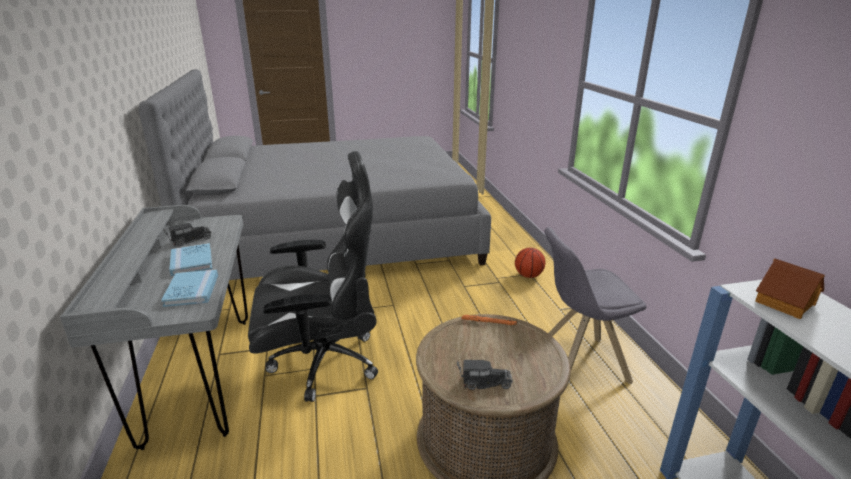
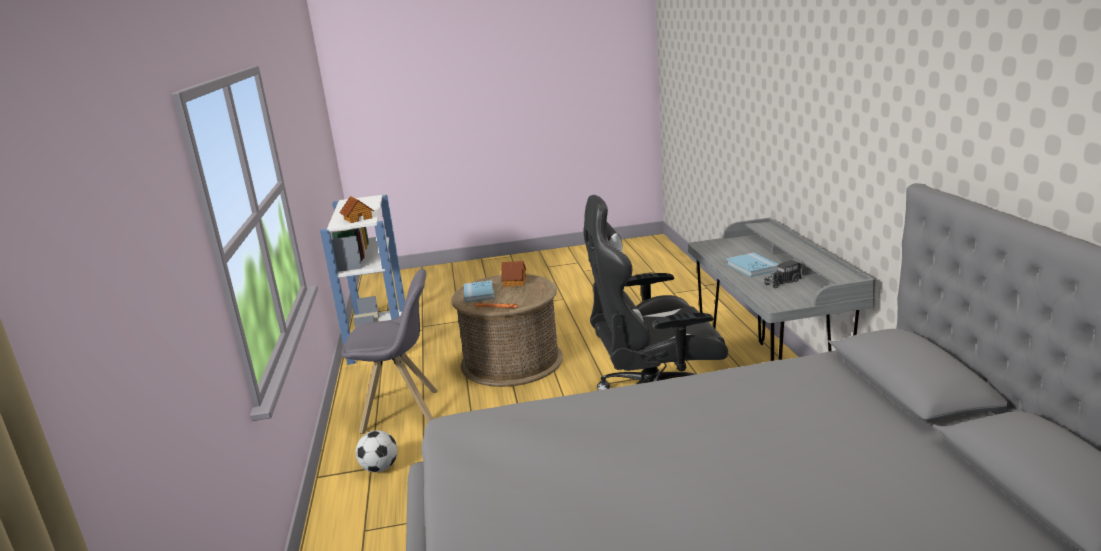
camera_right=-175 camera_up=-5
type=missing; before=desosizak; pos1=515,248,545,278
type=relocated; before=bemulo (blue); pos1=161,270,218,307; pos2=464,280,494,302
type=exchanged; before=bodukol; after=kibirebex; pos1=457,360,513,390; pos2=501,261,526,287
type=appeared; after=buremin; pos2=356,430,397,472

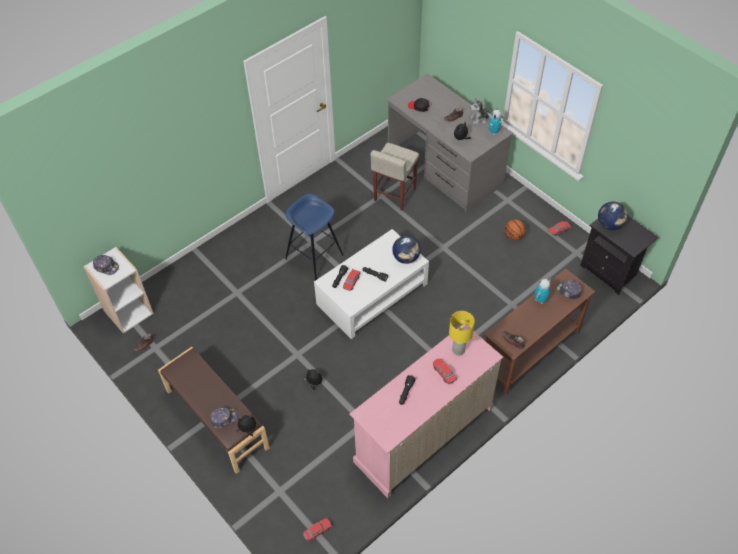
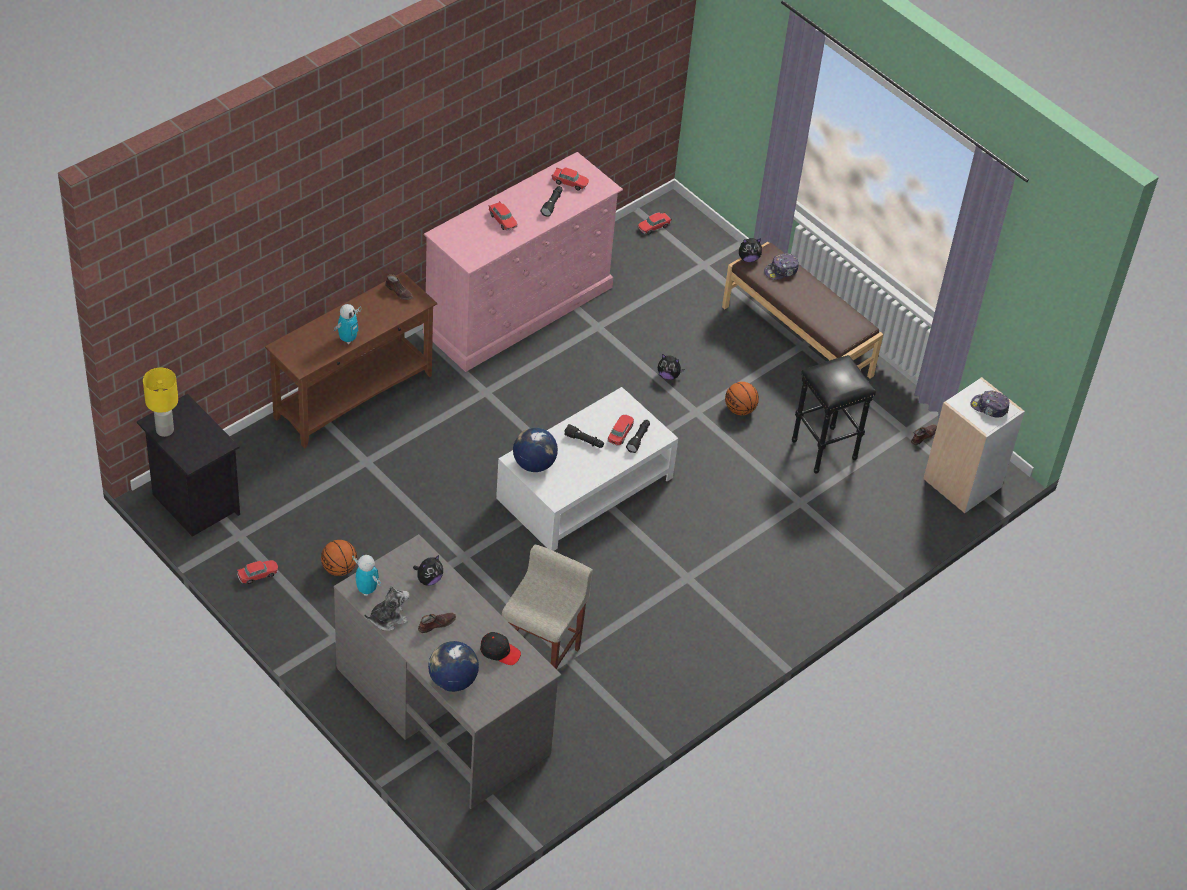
camera_right=175 camera_up=-5
type=missing; before=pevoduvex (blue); pos1=285,194,344,281
type=relocated; before=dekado; pos1=598,202,628,230; pos2=428,641,479,692
type=missing; before=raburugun; pos1=556,280,582,299
type=relocated; before=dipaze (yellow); pos1=449,311,475,356; pos2=143,368,178,437
type=appeared; after=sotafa; pos2=552,167,589,191
type=appeared; after=pevoduvex (black); pos2=792,355,876,474
type=appeared; after=desosizak; pos2=725,382,759,415

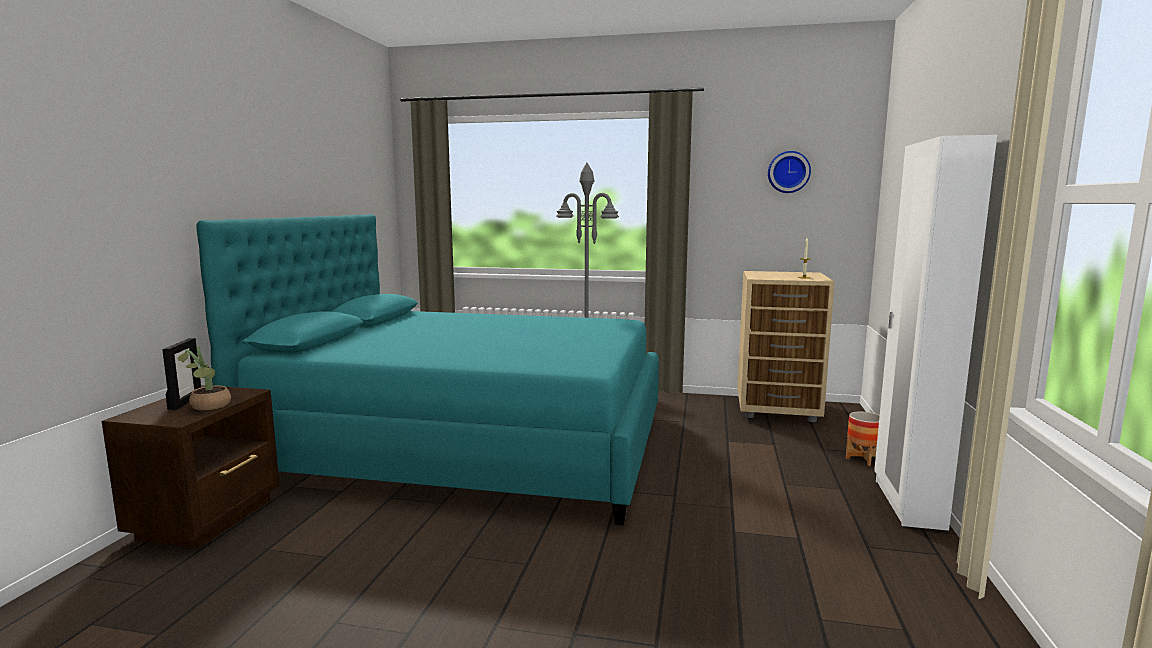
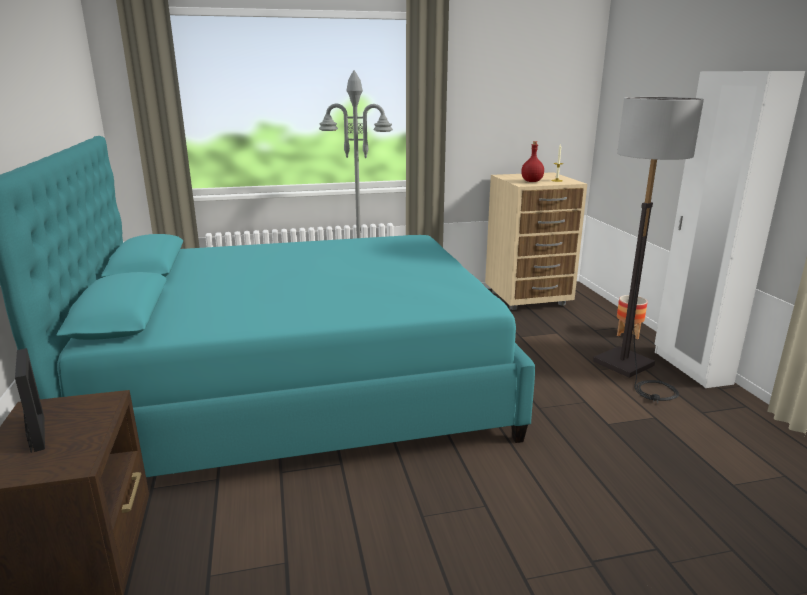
camera_right=-25 camera_up=10
type=missing; before=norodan; pos1=768,151,811,193
type=missing; before=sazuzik; pos1=178,346,231,410
type=appeared; after=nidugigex; pos2=593,97,704,403
type=appeared; after=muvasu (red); pos2=521,141,544,182

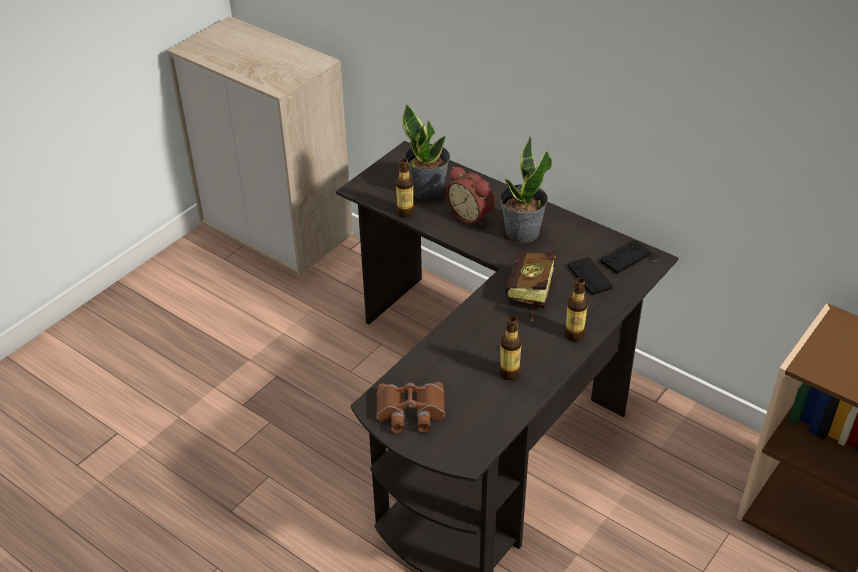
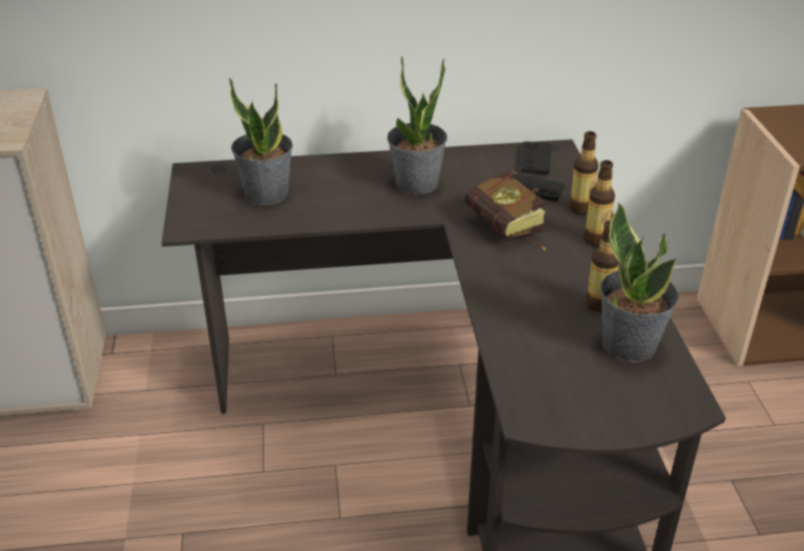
camera_right=-45 camera_up=-5
type=relocated; before=muvasu; pos1=396,159,414,218; pos2=569,131,599,215
type=missing; before=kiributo; pos1=445,166,495,226
type=missing; before=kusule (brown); pos1=376,382,445,433
type=appeared; after=sazuzik; pos2=600,202,679,362

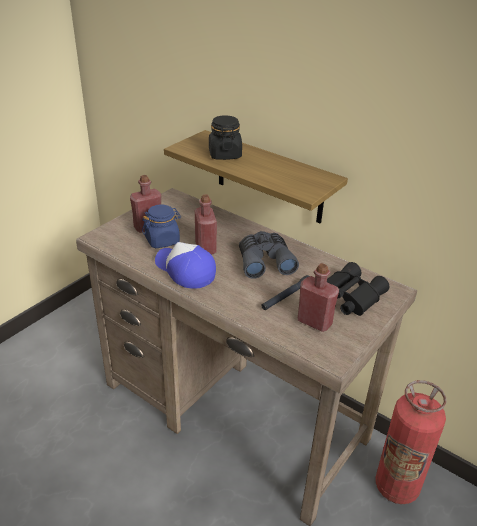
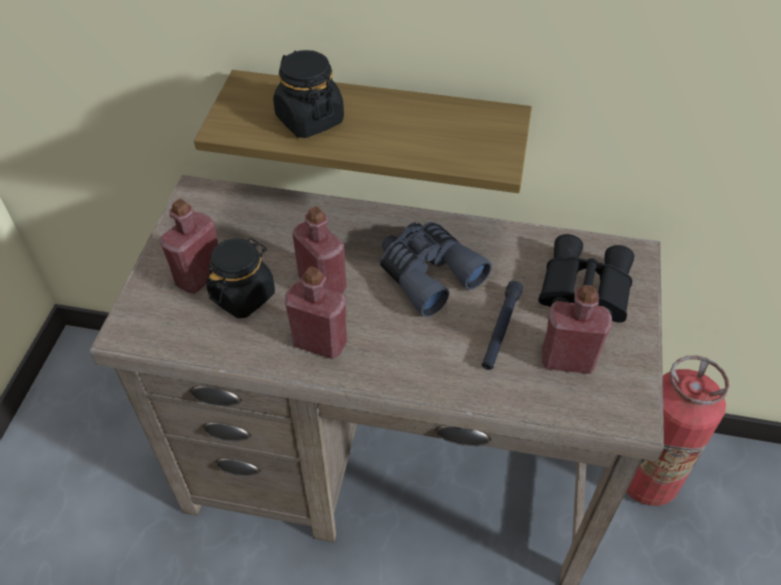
camera_right=-25 camera_up=15
type=colour; before=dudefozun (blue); after=dudefozun (black); pos1=142,205,181,248; pos2=207,238,275,318
type=exchanged; before=raburugun; after=muvasu (red); pos1=155,242,216,289; pos2=285,267,347,359

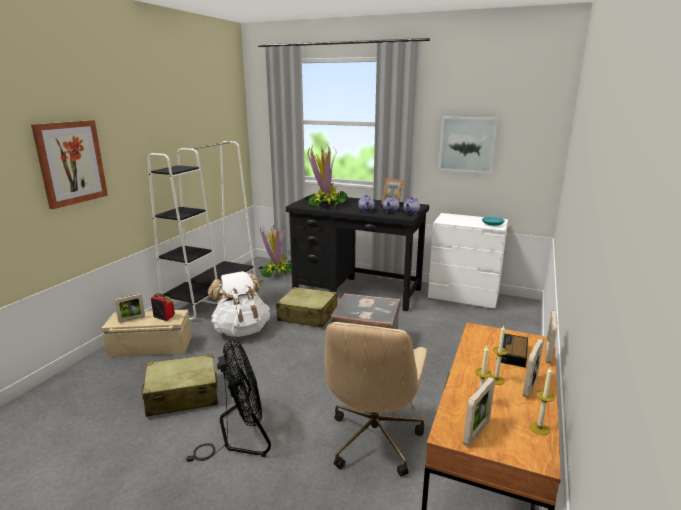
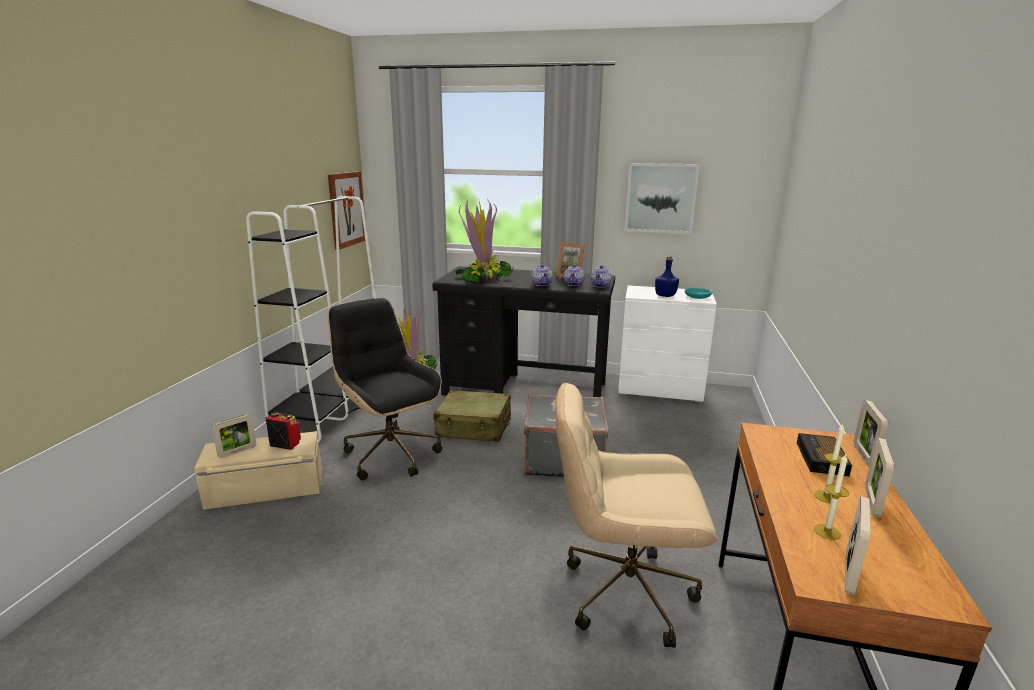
camera_right=-10 camera_up=0
type=relocated; before=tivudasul; pos1=31,120,108,209; pos2=328,172,365,250
type=exchanged; before=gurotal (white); after=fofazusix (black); pos1=208,271,270,337; pos2=328,298,442,480
type=spun; before=fofazusix (beige); pos1=325,322,427,477; pos2=555,382,718,648; turn=90
type=missing; before=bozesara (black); pos1=185,340,271,462
type=missing; before=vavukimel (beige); pos1=141,354,218,417
type=missing; before=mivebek; pos1=529,367,554,435
type=appeared; after=muvasu (blue); pos2=655,256,679,297

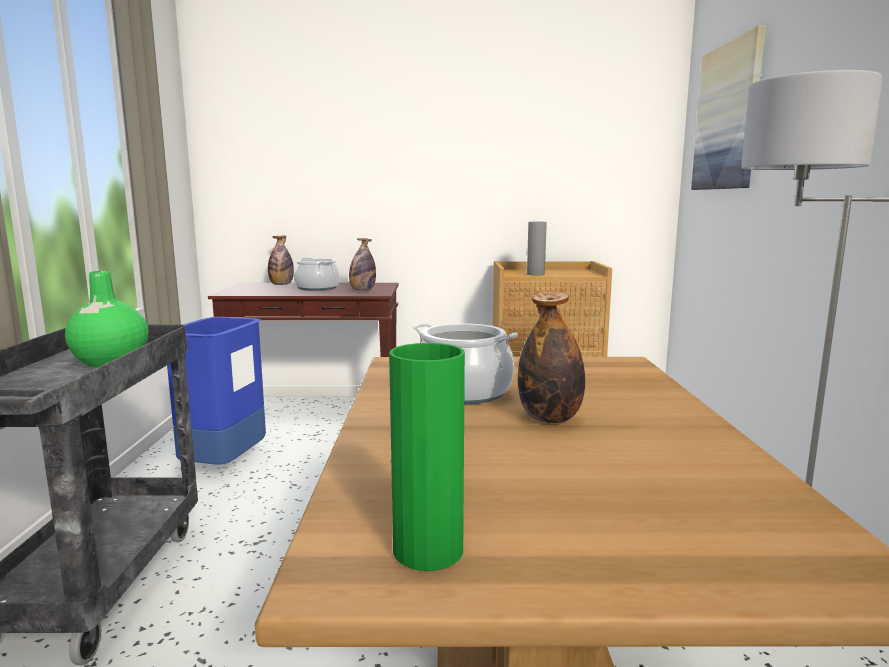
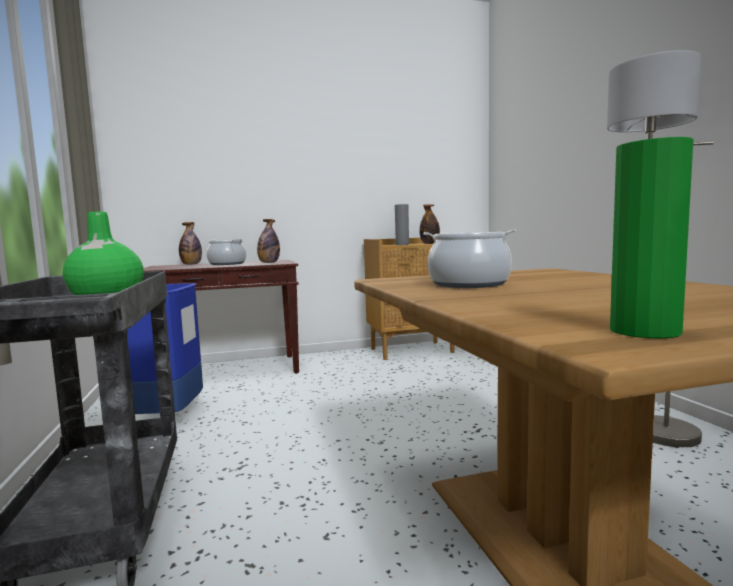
camera_right=-15 camera_up=-5
type=missing; before=tivudasul; pos1=691,25,766,190
type=relocated; before=muvasu; pos1=518,290,585,423; pos2=420,204,440,244

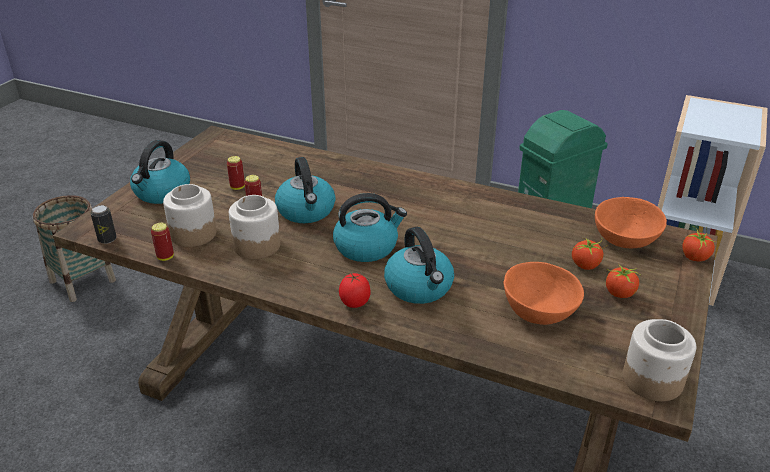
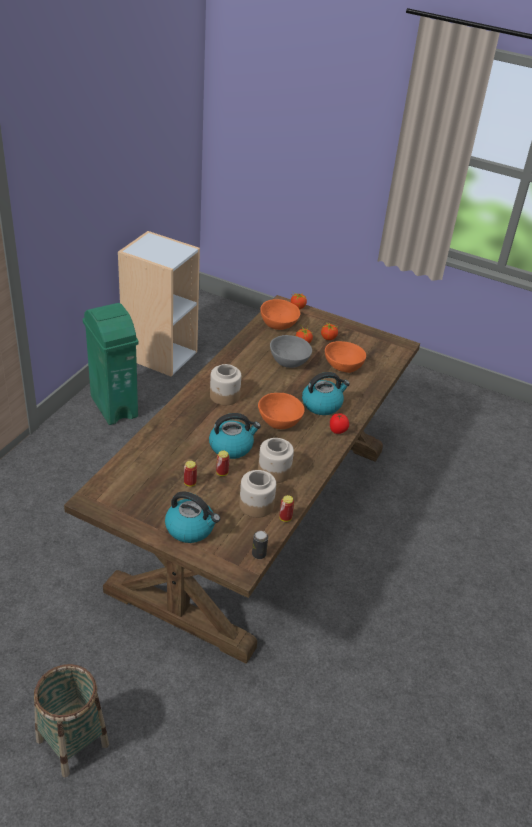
camera_right=-90 camera_up=5
type=exchanged; before=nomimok; after=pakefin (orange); pos1=333,193,407,262; pos2=258,393,305,429
type=relocated; before=dudefozun; pos1=623,319,696,401; pos2=210,364,241,405
type=appeared; after=pakefin (grey); pos2=270,335,312,368

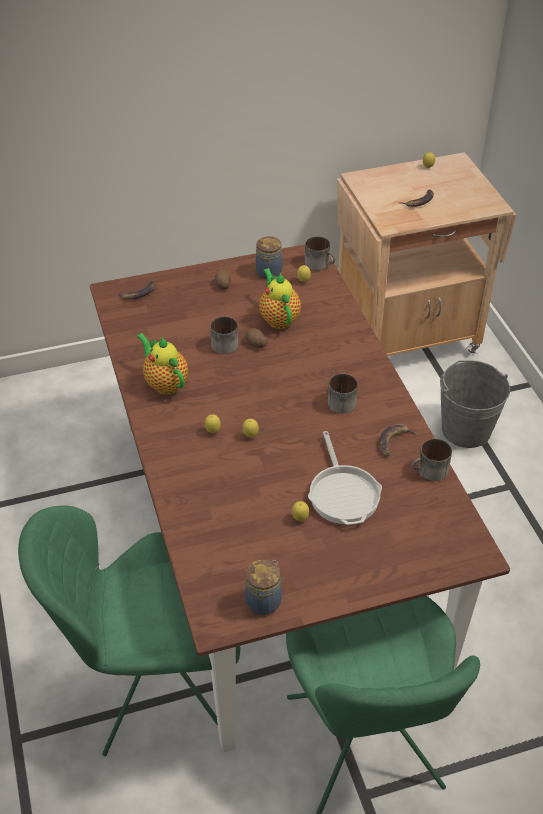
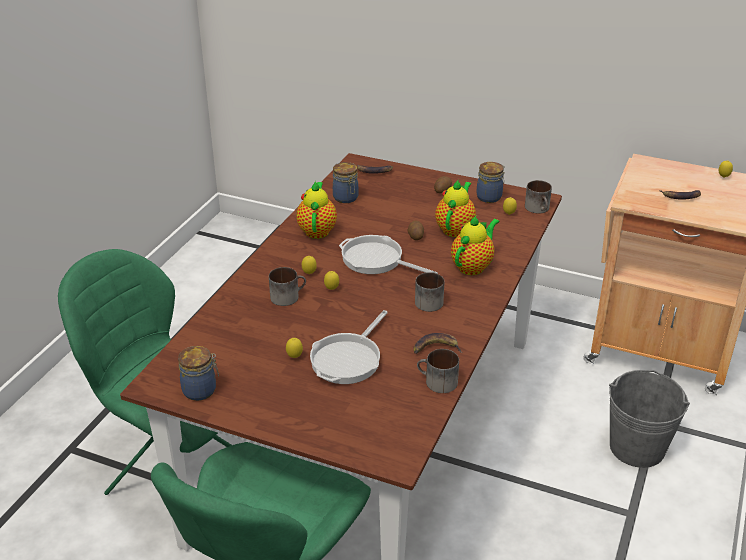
camera_right=40 camera_up=-10
type=relocated; before=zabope; pos1=210,317,238,354; pos2=269,267,306,306
type=appeared; after=dudefozun; pos2=333,162,358,203
type=appeared; after=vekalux; pos2=451,216,500,275
type=appeared; after=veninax; pos2=339,235,438,274

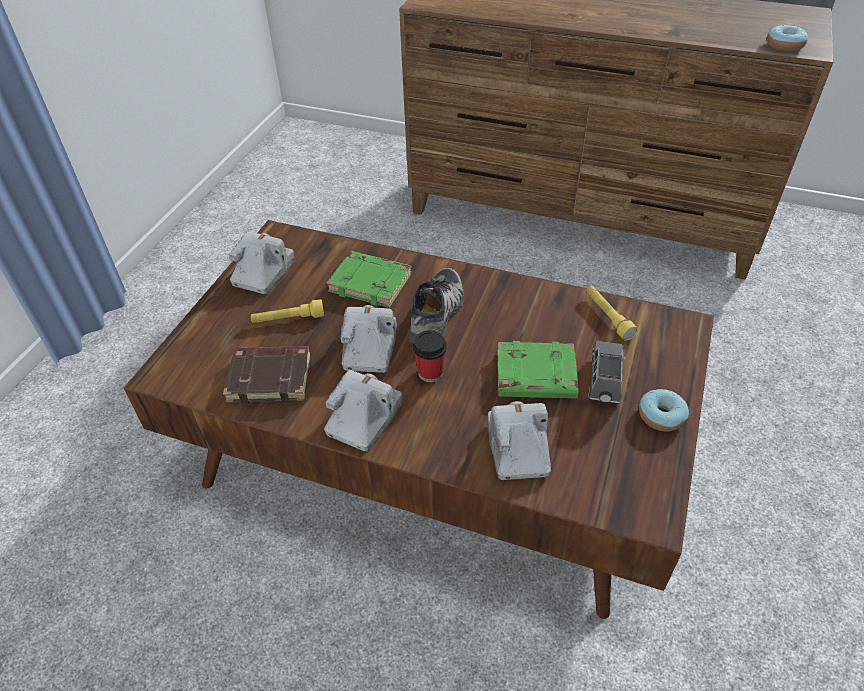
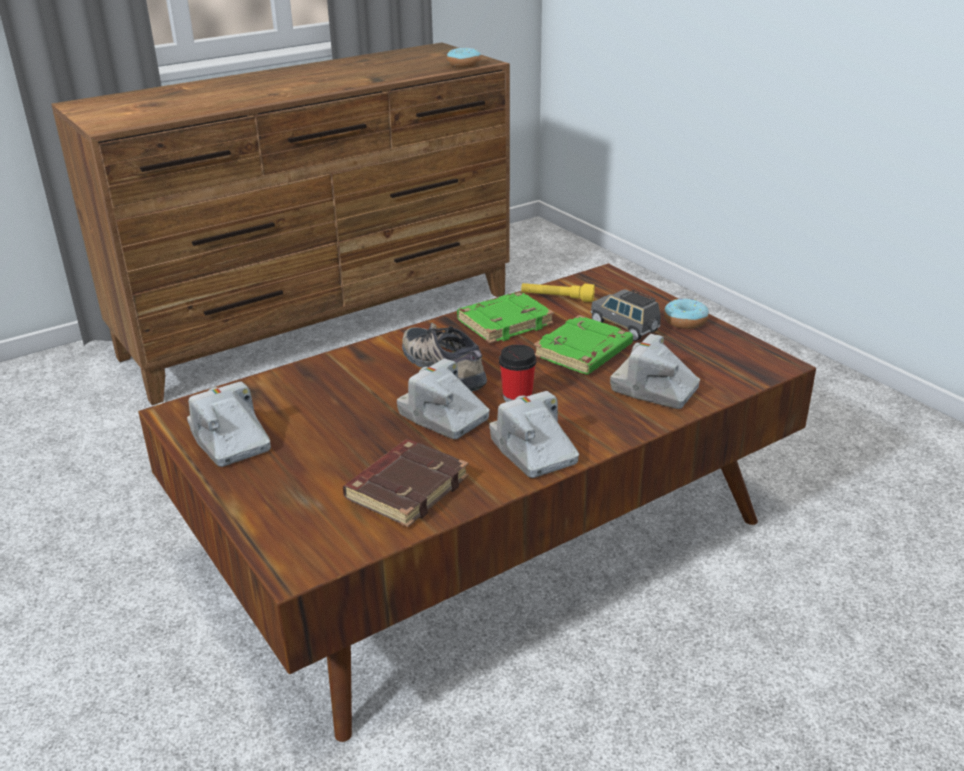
camera_right=-55 camera_up=-15
type=relocated; before=bemulo (green); pos1=326,251,412,308; pos2=457,291,554,344
type=missing; before=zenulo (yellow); pos1=251,299,324,323

